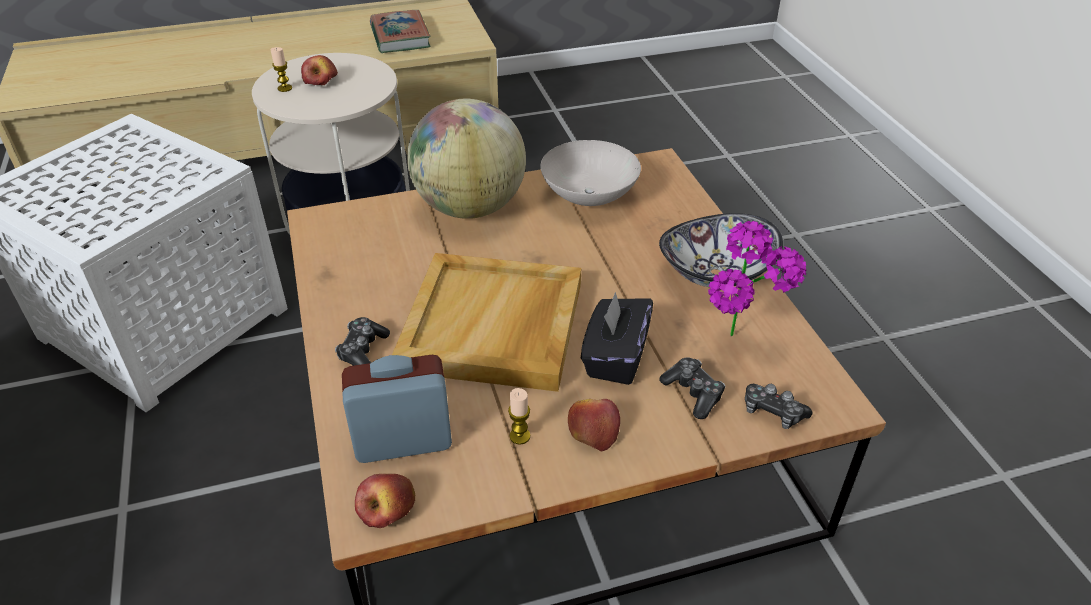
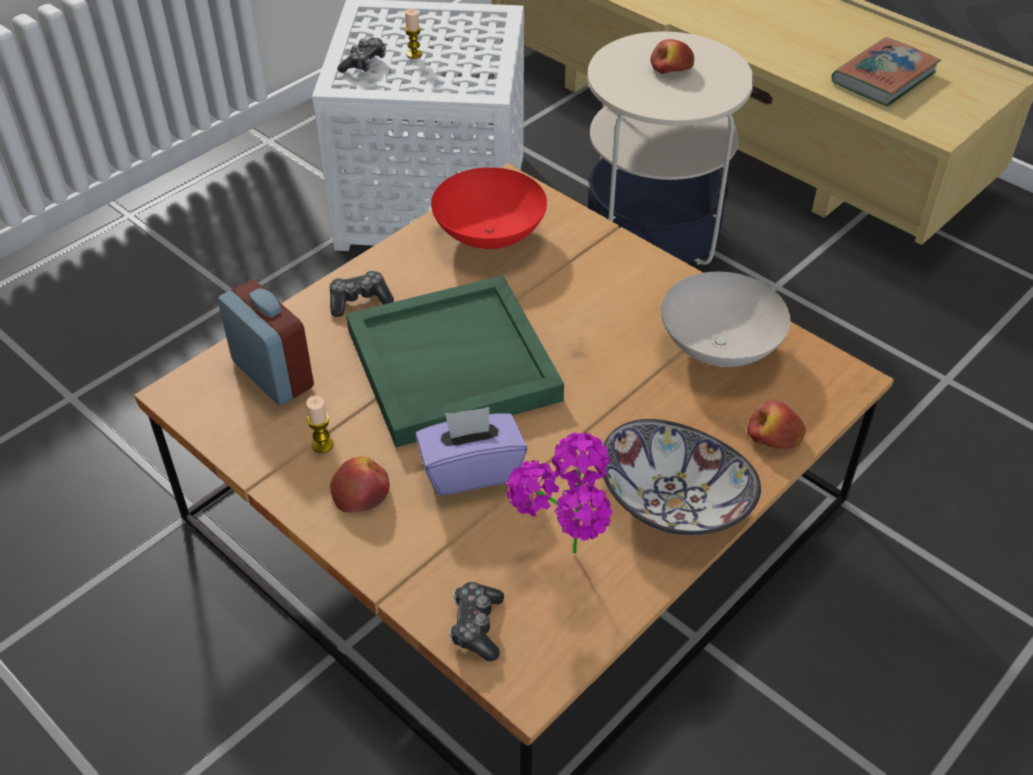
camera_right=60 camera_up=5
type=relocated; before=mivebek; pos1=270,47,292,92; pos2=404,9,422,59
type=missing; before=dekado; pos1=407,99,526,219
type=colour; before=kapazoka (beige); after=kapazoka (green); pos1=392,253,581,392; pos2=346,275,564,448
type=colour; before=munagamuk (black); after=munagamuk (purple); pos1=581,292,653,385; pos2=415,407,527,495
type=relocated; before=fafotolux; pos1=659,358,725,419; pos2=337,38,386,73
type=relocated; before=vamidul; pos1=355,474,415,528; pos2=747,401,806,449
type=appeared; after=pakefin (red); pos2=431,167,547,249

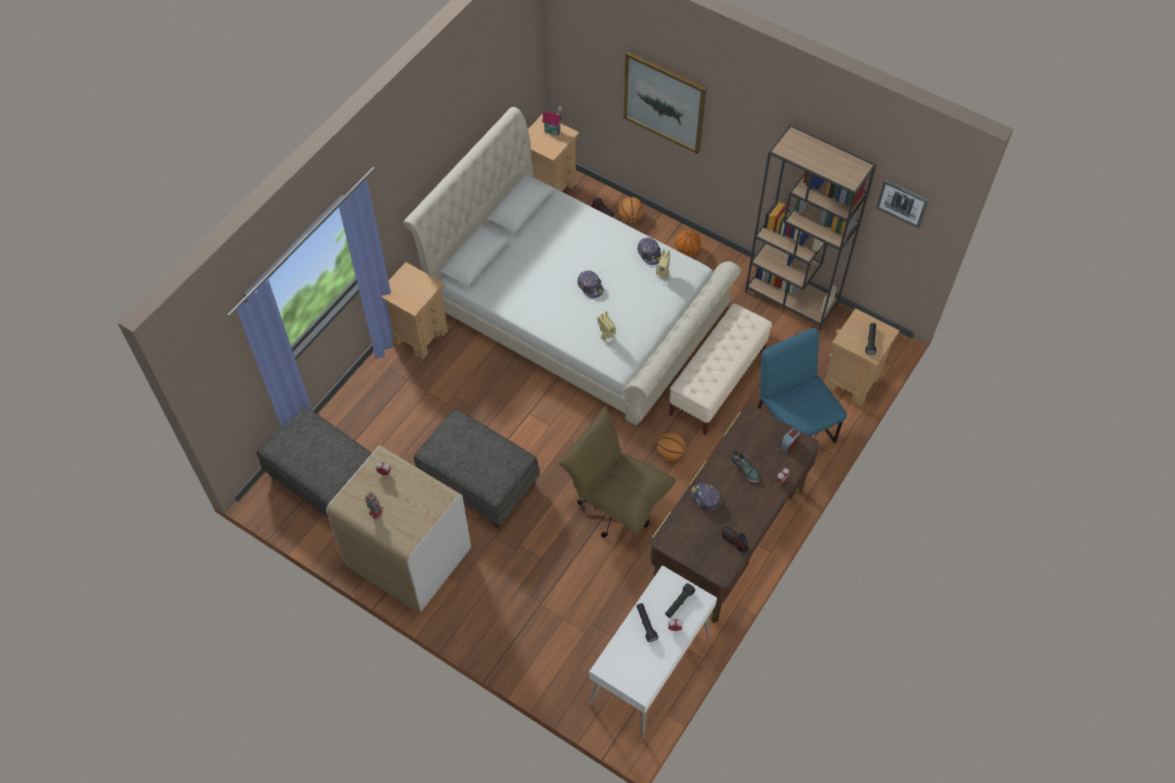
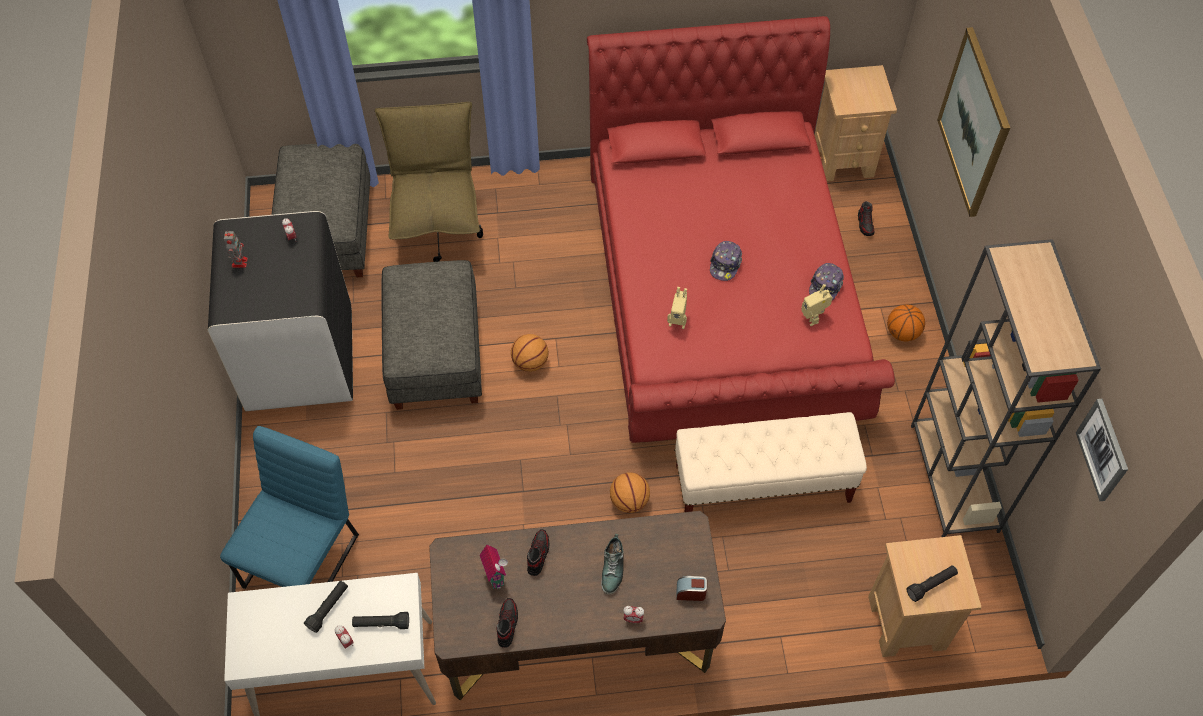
camera_right=50 camera_up=0
type=relocated; before=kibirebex; pos1=542,106,562,136; pos2=480,545,508,589
type=colour; before=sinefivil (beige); after=sinefivil (red); pos1=404,107,741,425; pos2=587,16,895,443
type=relocated; before=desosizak; pos1=618,197,644,223; pos2=511,334,549,372
type=missing; before=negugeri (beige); pos1=382,262,448,359
type=relocated; before=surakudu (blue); pos1=758,328,847,443; pos2=220,426,359,589
type=relocated; before=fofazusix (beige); pos1=559,406,676,538; pos2=375,102,483,262
type=colour; before=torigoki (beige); after=torigoki (black); pos1=326,446,471,613; pos2=208,211,353,411
type=exchanged; before=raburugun; after=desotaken; pos1=691,483,722,511; pos2=527,529,549,576

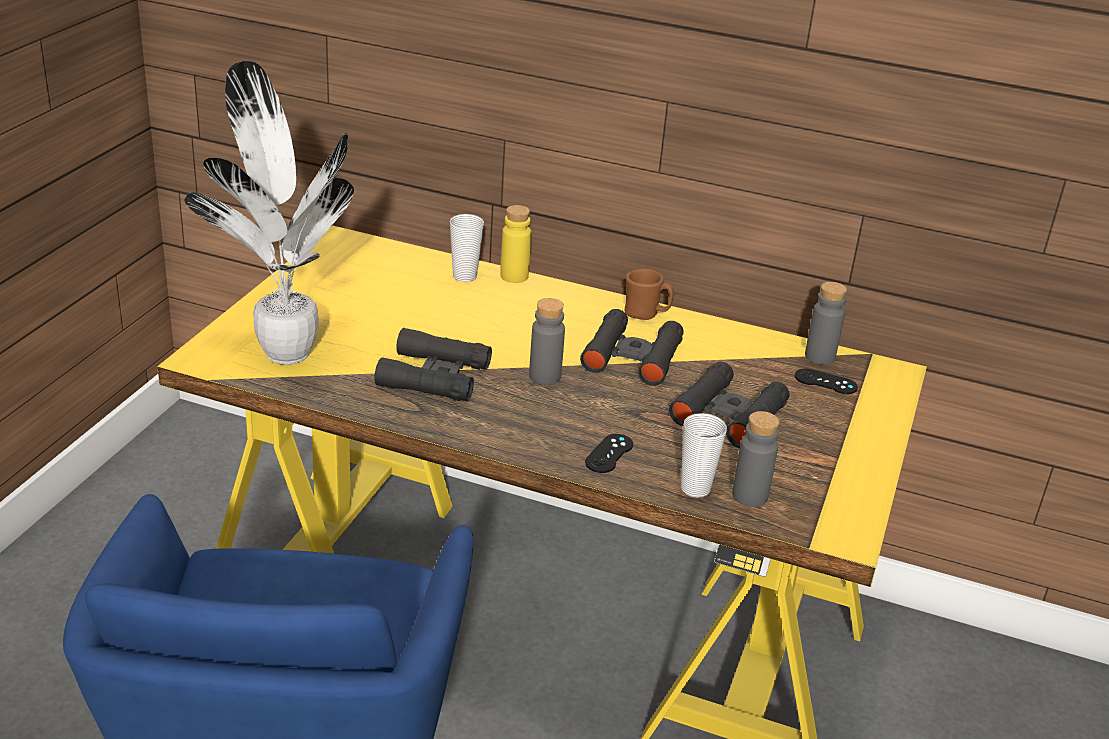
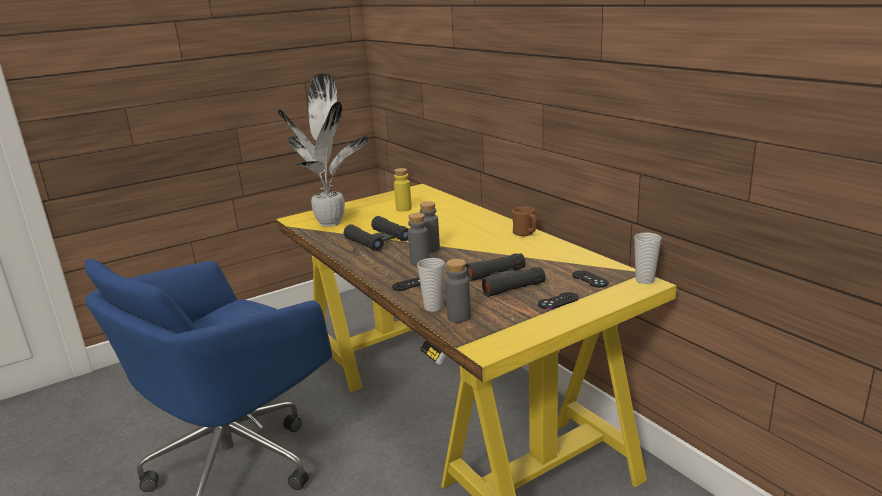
camera_right=40 camera_up=-10
type=relocated; before=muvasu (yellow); pos1=500,205,531,283; pos2=394,168,412,212
type=relocated; before=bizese; pos1=450,214,484,282; pos2=634,233,661,284
type=relocated; before=muvasu (grey); pos1=805,282,847,364; pos2=408,213,430,266
type=missing; before=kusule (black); pos1=580,309,684,386
type=appeared; after=fafotolux (black); pos2=538,292,579,309

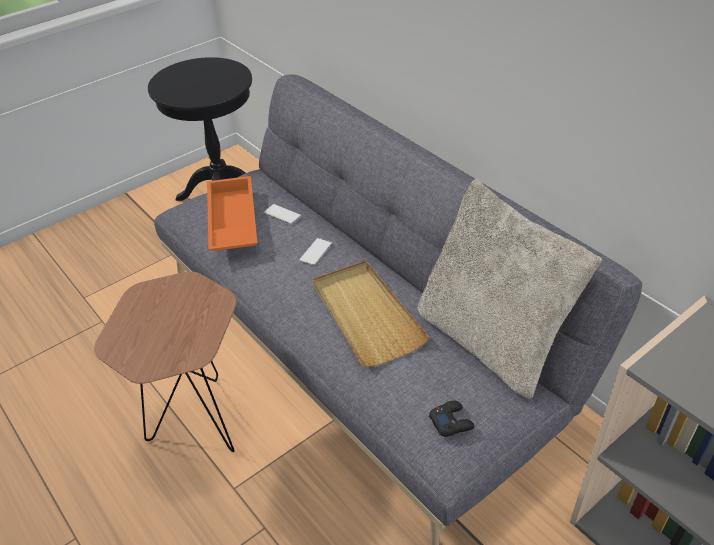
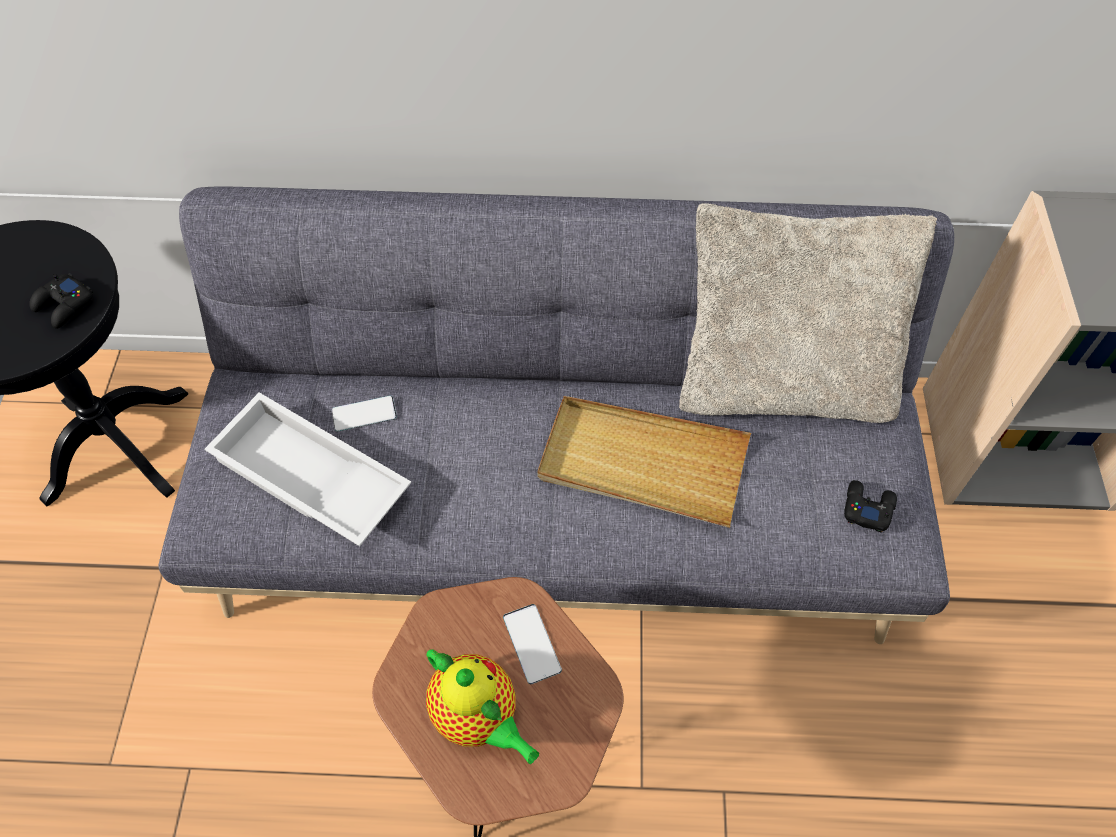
camera_right=-50 camera_up=15
type=colour; before=kapazoka (orange); after=kapazoka (white); pos1=207,176,258,251; pos2=205,392,411,546
type=relocated; before=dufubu; pos1=299,238,332,265; pos2=503,604,562,684
type=appeared; after=fafotolux (black); pos2=29,273,93,329
type=appeared; after=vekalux; pos2=426,649,539,764

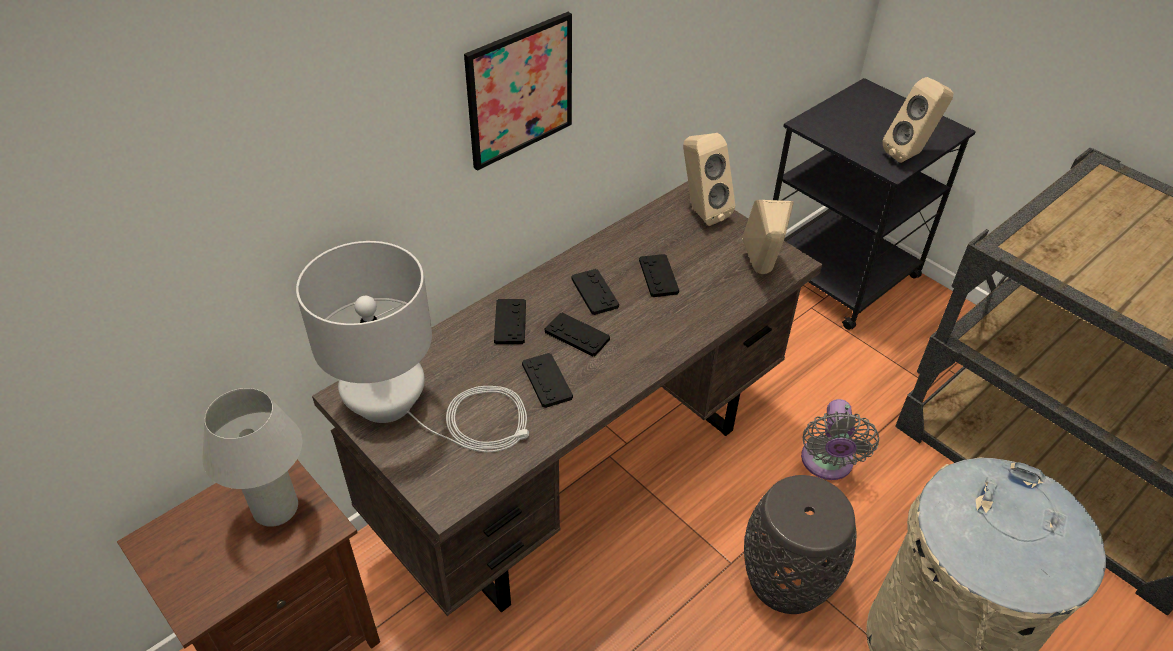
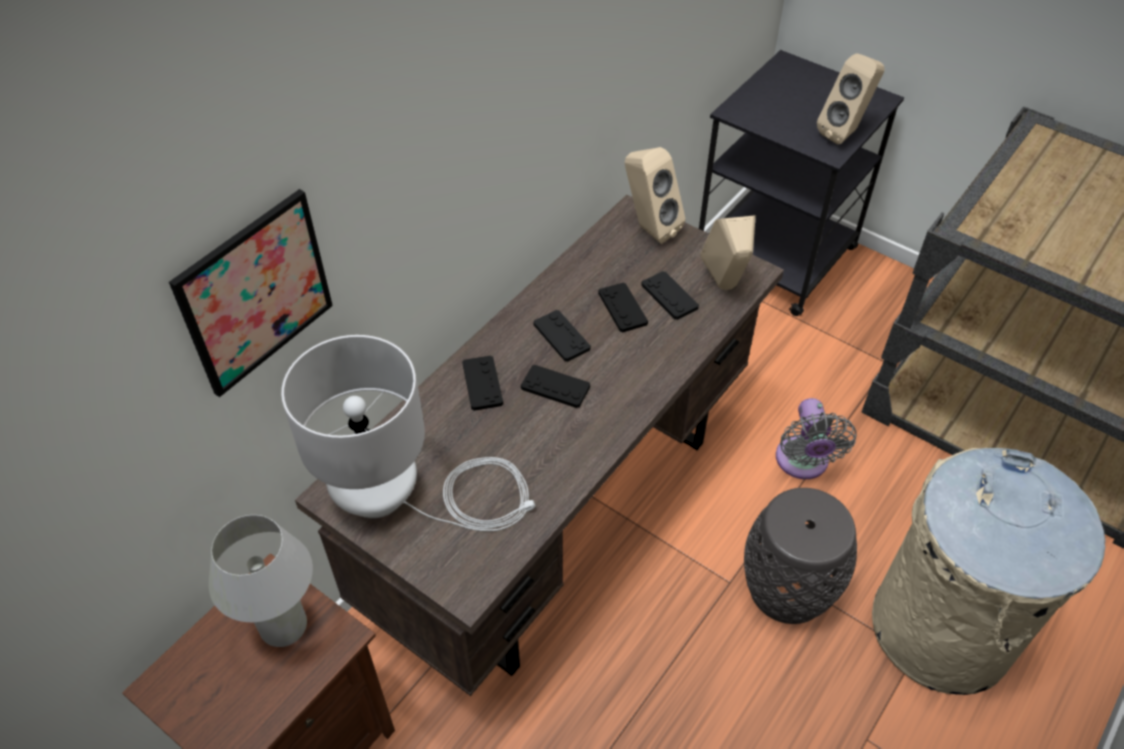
camera_right=-10 camera_up=5
type=relocated; before=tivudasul; pos1=464,12,572,171; pos2=169,189,333,397
type=relocated; before=fafotolux (black); pos1=522,353,573,408; pos2=641,271,699,320

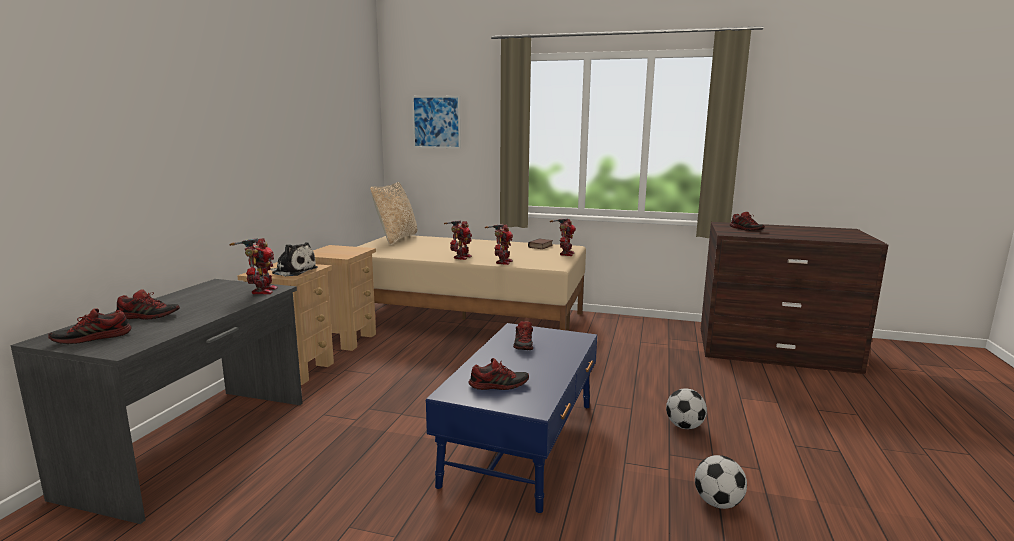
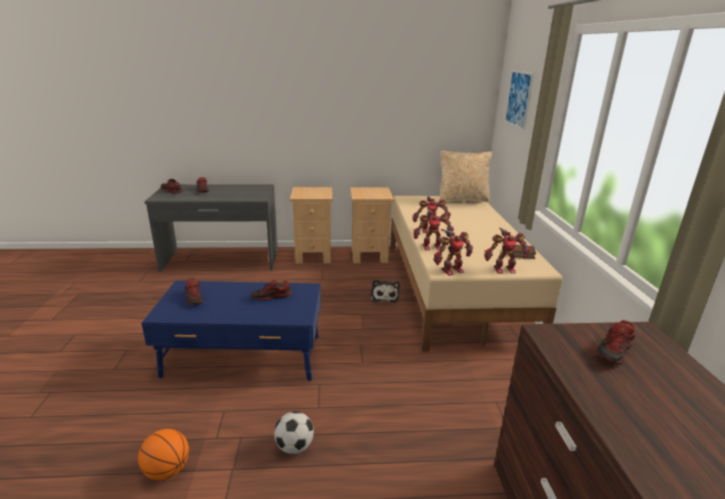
camera_right=70 camera_up=10
type=relocated; before=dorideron; pos1=229,238,278,294; pos2=433,229,473,276
type=relocated; before=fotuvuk; pos1=270,242,318,276; pos2=371,280,400,303
type=exchanged; before=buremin; after=desosizak; pos1=695,455,747,509; pos2=138,429,189,480

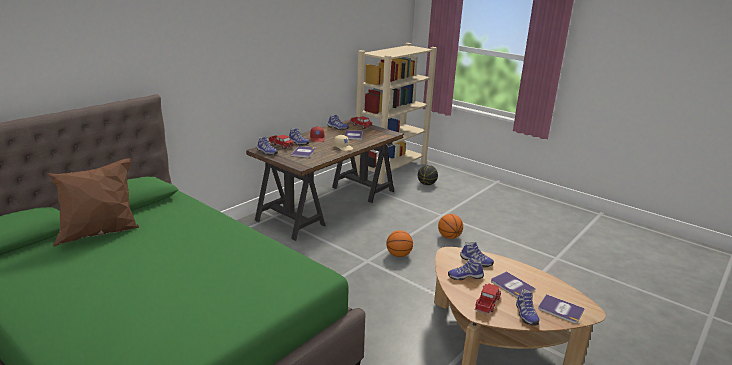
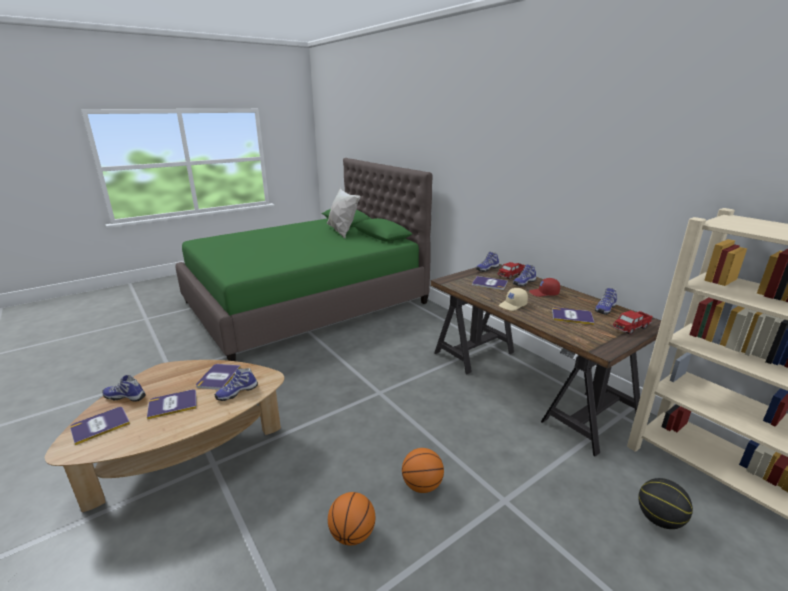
camera_right=105 camera_up=0
type=colour; before=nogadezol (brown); after=nogadezol (white); pos1=48,158,139,246; pos2=327,188,361,238
type=relocated; before=desosizak; pos1=386,230,413,257; pos2=328,492,375,545
type=exchanged; before=desotaken; after=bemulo; pos1=448,258,484,280; pos2=196,364,241,390
type=missing; before=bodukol; pos1=475,284,501,314

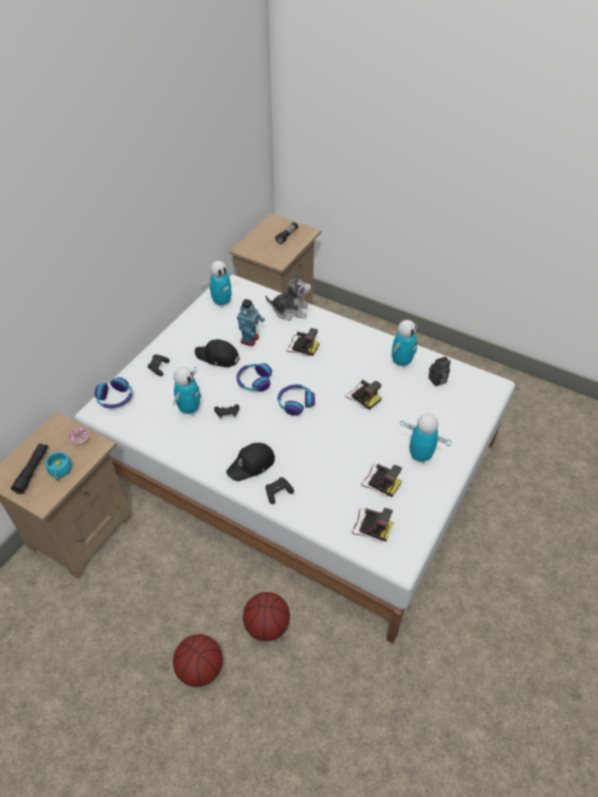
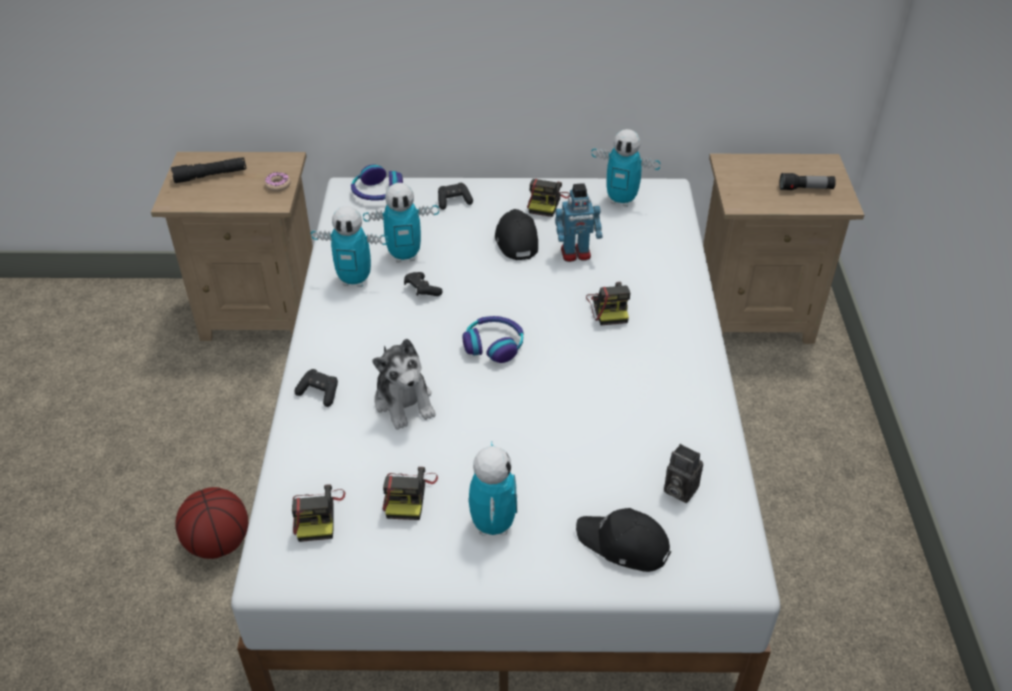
camera_right=60 camera_up=-5
type=relocated; before=fotuvuk; pos1=266,272,311,321; pos2=372,339,436,430
type=relocated; before=dorideron; pos1=392,320,418,368; pos2=311,206,388,287
type=missing; before=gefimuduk; pos1=236,363,272,392
type=relocated; before=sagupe; pos1=346,379,382,410; pos2=527,179,570,217
type=relocated; before=raburugun (black); pos1=226,443,275,481; pos2=576,508,671,572
type=missing; before=bizese (turquoise); pos1=45,452,72,481
type=missing; before=desosizak; pos1=173,634,223,687

